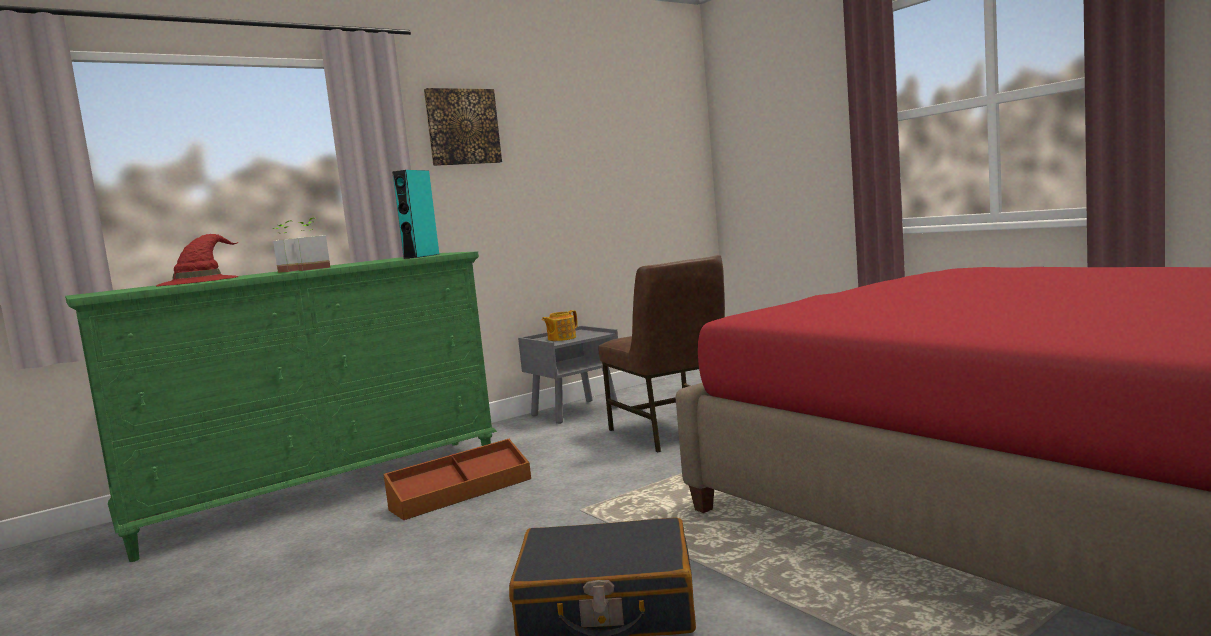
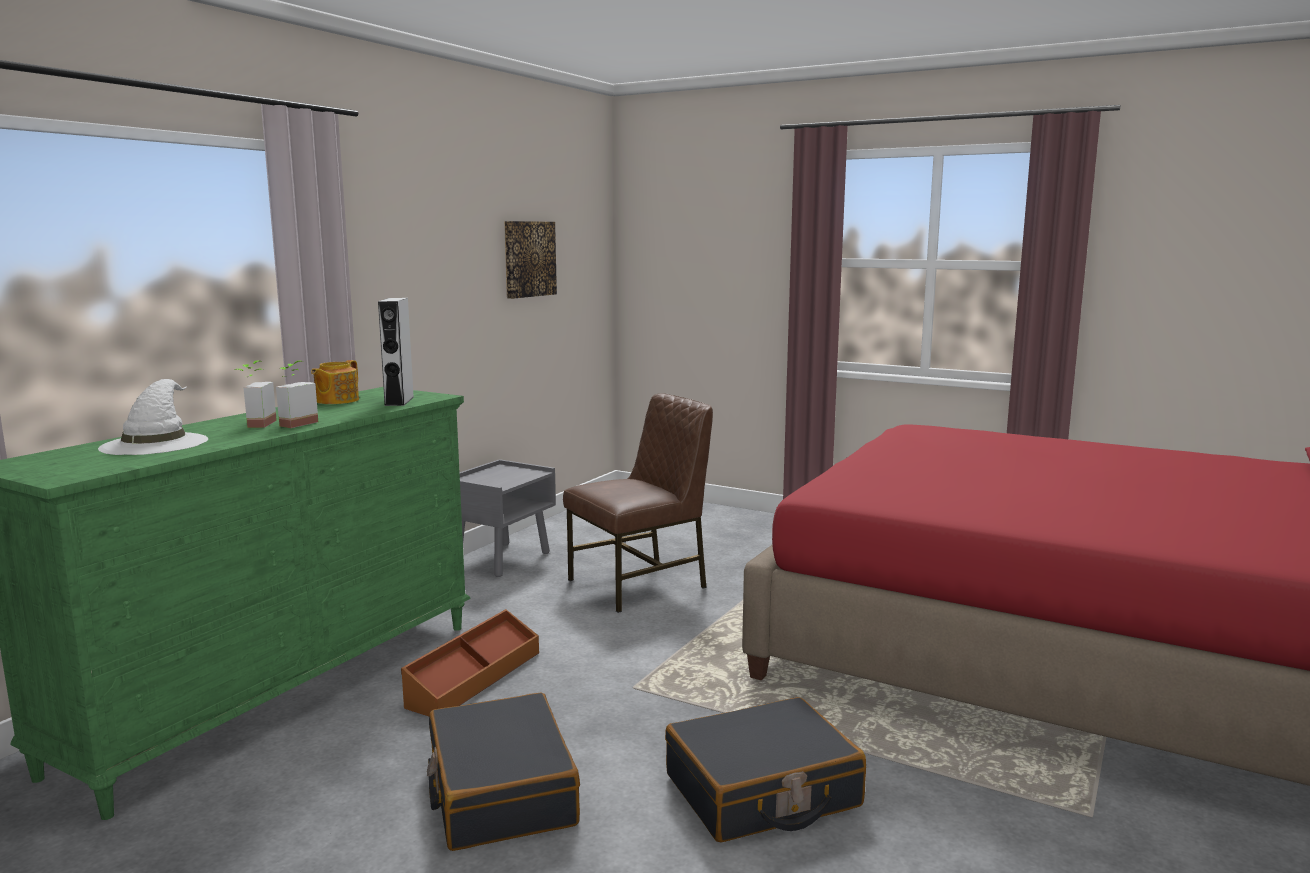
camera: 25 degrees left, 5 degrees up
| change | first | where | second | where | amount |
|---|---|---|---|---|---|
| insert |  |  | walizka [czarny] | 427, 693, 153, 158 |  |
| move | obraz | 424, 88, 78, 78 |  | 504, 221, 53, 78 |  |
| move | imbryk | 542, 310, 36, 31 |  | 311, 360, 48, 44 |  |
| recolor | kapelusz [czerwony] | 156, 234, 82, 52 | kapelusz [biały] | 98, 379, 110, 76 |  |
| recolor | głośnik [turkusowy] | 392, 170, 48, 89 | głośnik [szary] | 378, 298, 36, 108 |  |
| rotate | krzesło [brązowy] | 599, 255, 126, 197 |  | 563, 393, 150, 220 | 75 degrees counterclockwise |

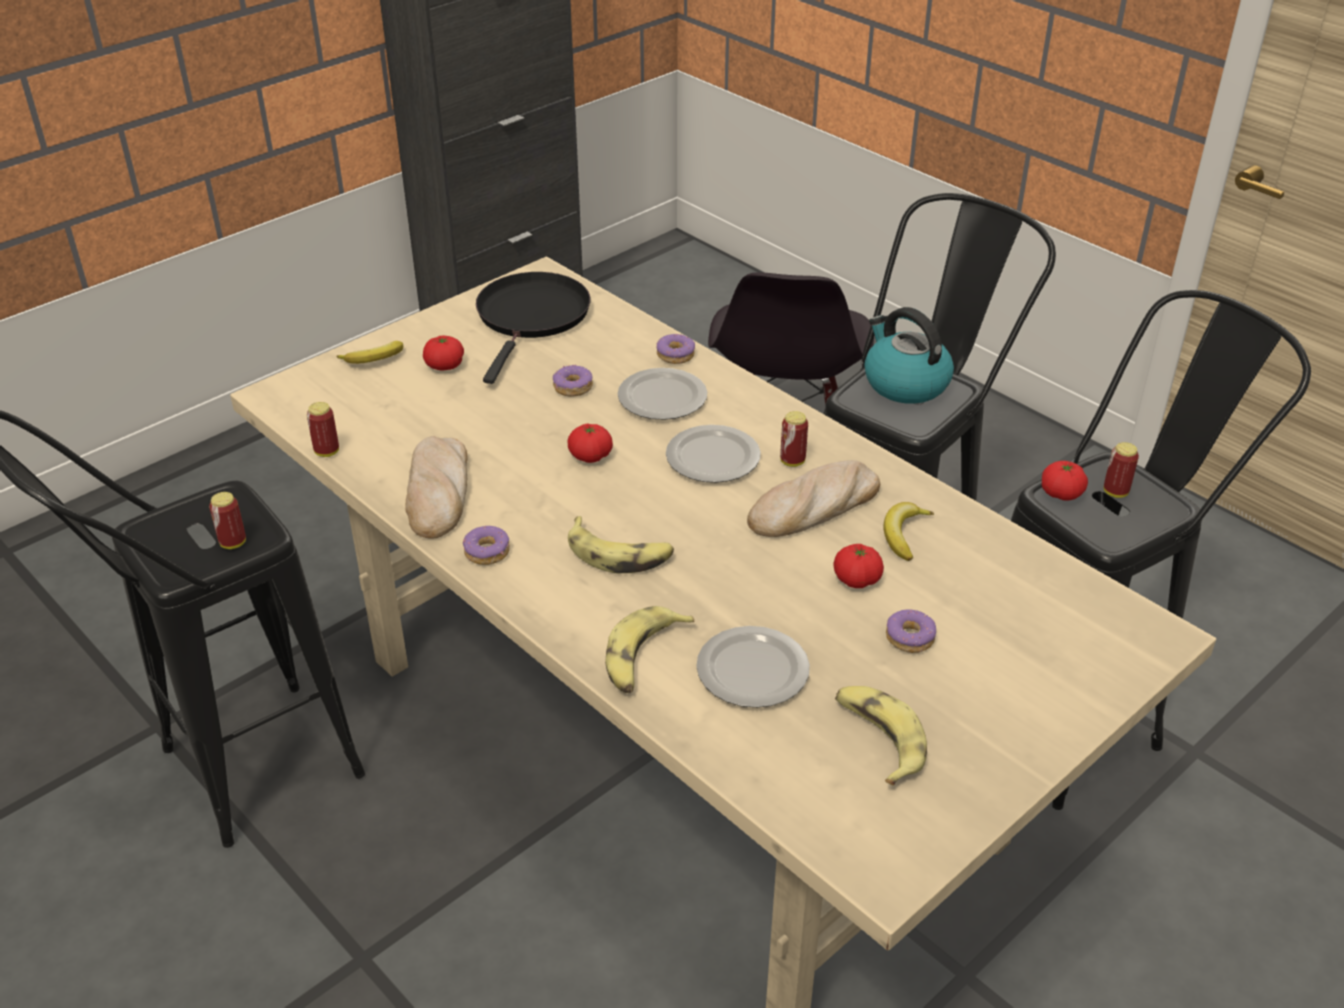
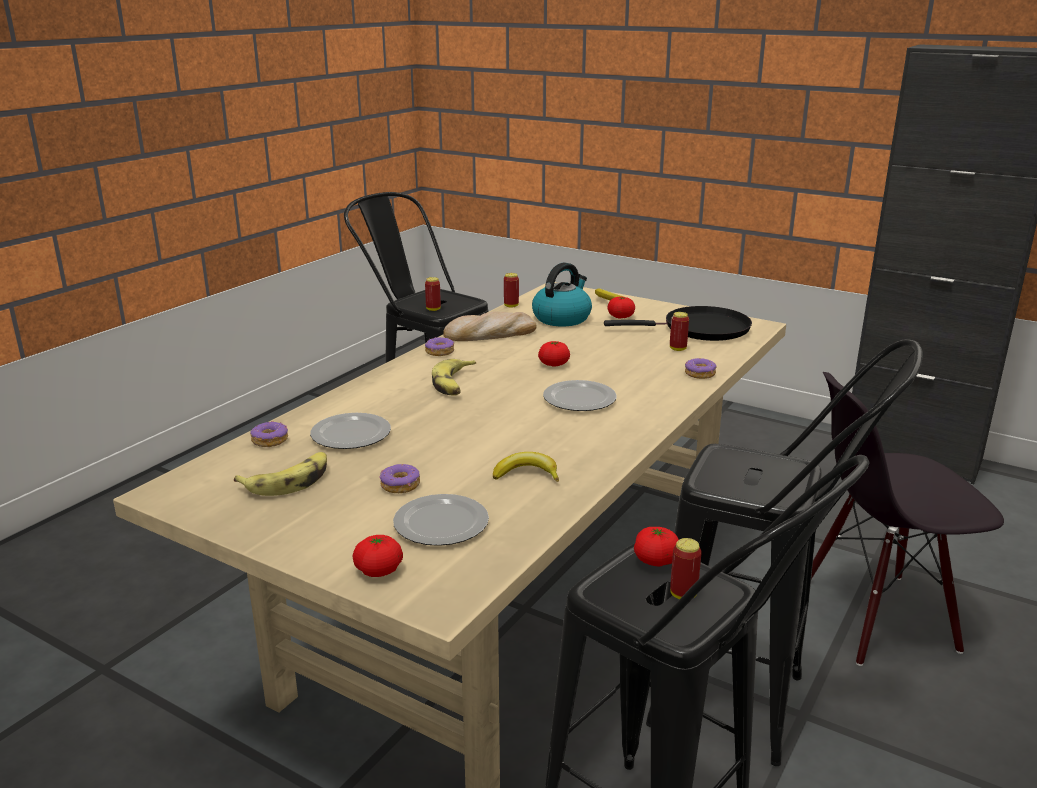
camera: 75 degrees right, 15 degrees down
| change | first | where | second | where | amount |
|---|---|---|---|---|---|
| delete | banan | 605, 606, 90, 87 |  |  |  |
| delete | chleb | 747, 460, 133, 77 |  |  |  |
| move | donut | 553, 365, 40, 32 |  | 250, 421, 38, 26 |  |
| move | talerz | 618, 368, 89, 52 |  | 393, 494, 96, 52 |  |
| move | puszka | 780, 411, 28, 56 |  | 670, 312, 19, 39 |  |
| move | pomidor | 833, 544, 51, 44 |  | 353, 535, 50, 42 |  |
| move | czajnik | 865, 307, 89, 97 |  | 532, 263, 60, 63 |  |

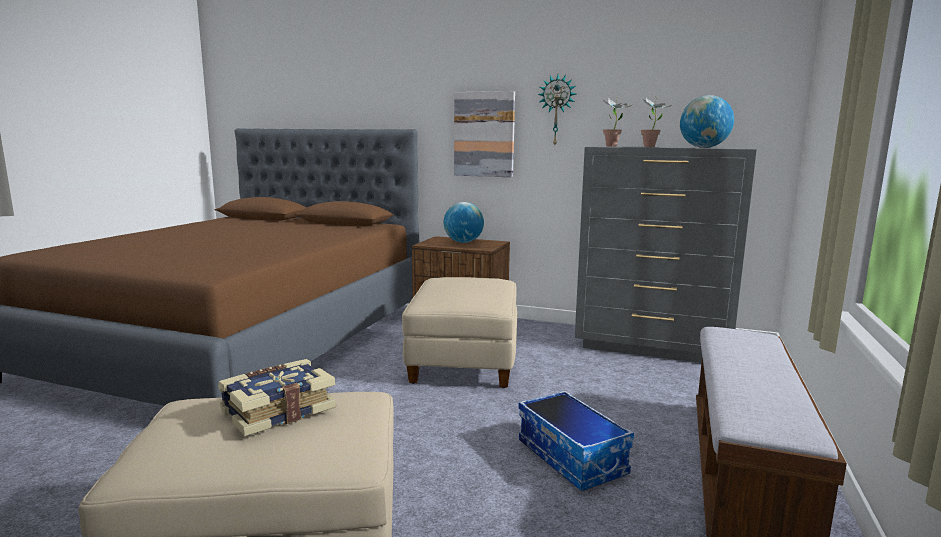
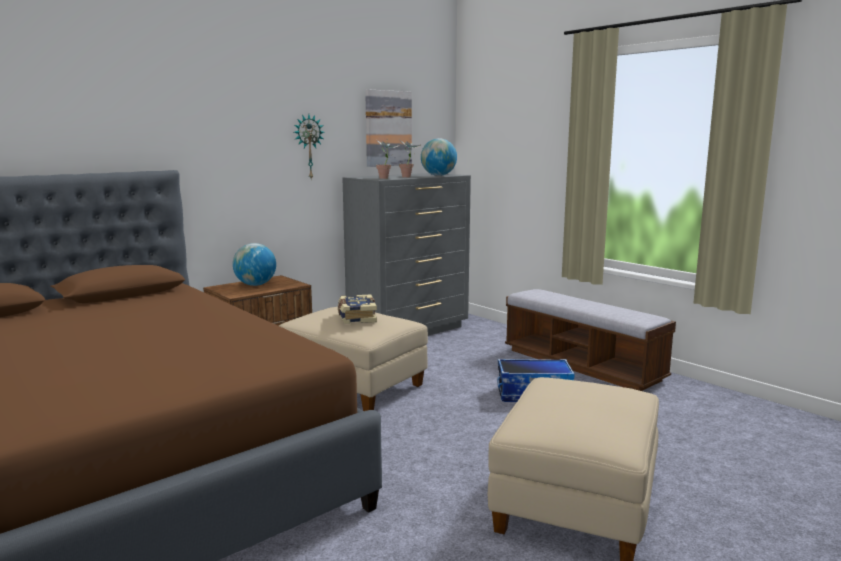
camera: 60 degrees left, 0 degrees up
| change | first | where | second | where | amount |
|---|---|---|---|---|---|
| move | książka | 218, 359, 118, 77 |  | 338, 294, 39, 30 |  |
| move | obraz | 454, 91, 61, 86 |  | 365, 89, 47, 78 |  |

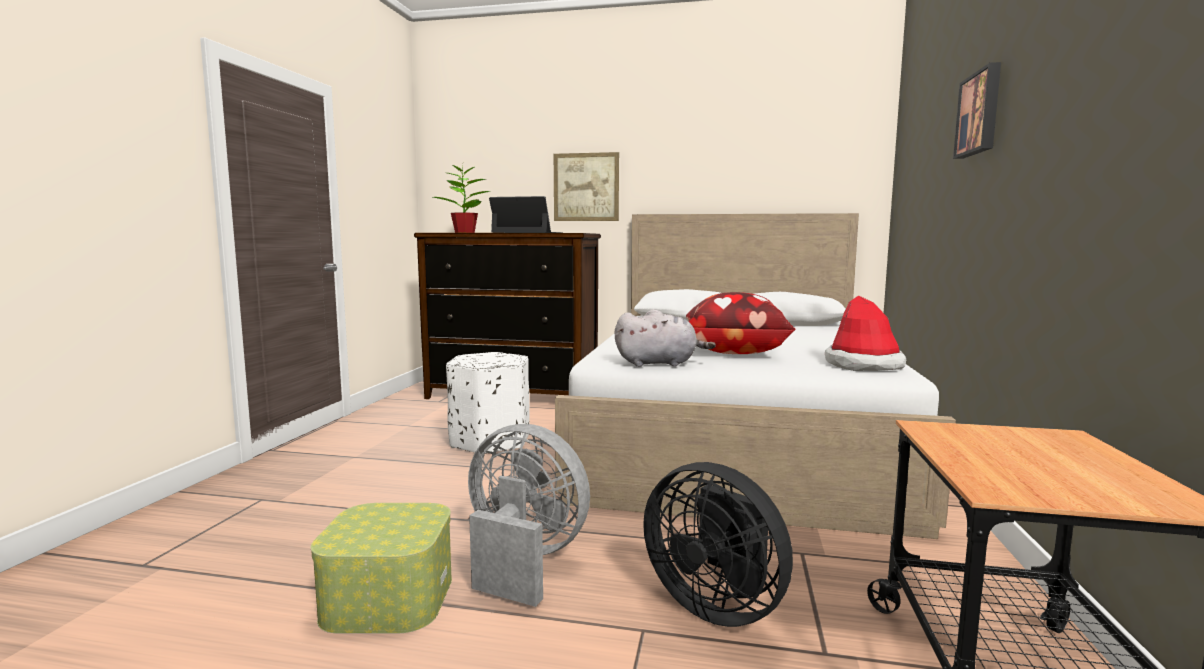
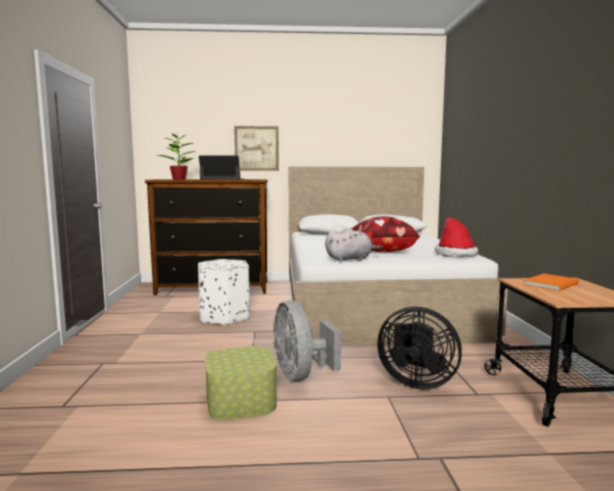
camera: 15 degrees left, 0 degrees up
| change | first | where | second | where | amount |
|---|---|---|---|---|---|
| delete | obraz | 953, 62, 48, 97 |  |  |  |
| insert |  |  | książka [pomarańczowy] | 523, 274, 56, 17 |  |
| rotate | wentylator [szary] | 468, 424, 122, 183 |  | 273, 301, 68, 81 | 120 degrees counterclockwise |

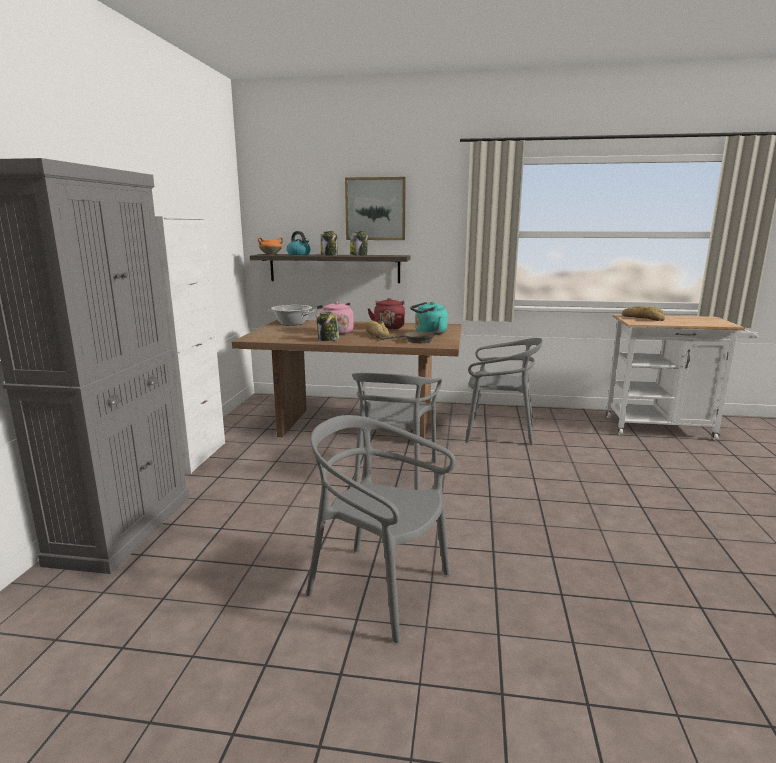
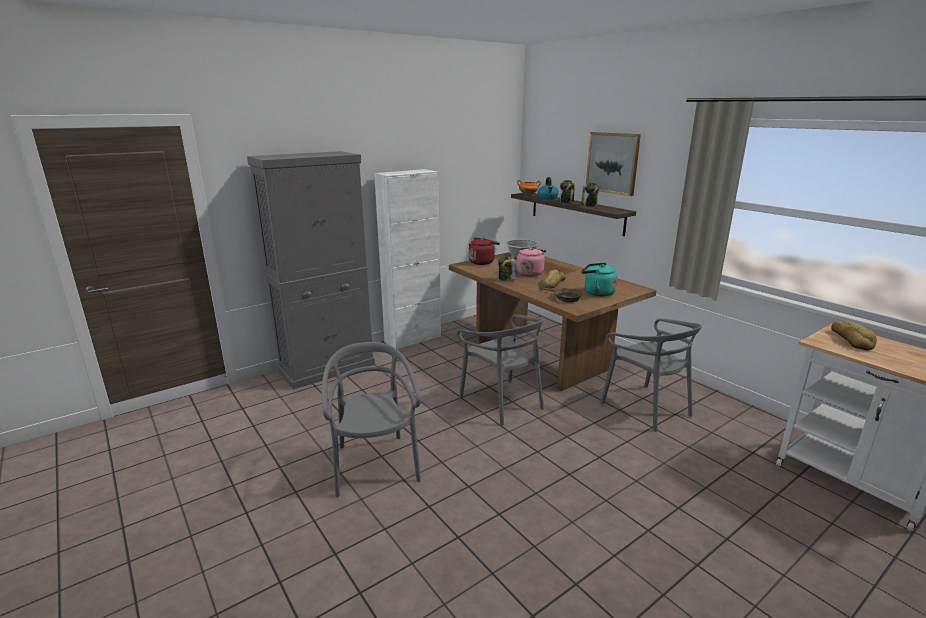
camera: 45 degrees right, 5 degrees up
| change | first | where | second | where | amount |
|---|---|---|---|---|---|
| move | czajnik [czerwony] | 367, 298, 38, 32 |  | 469, 238, 31, 27 |  |
| rotate | krzesło [szary] | 352, 373, 90, 117 |  | 457, 314, 87, 112 | 90 degrees counterclockwise |

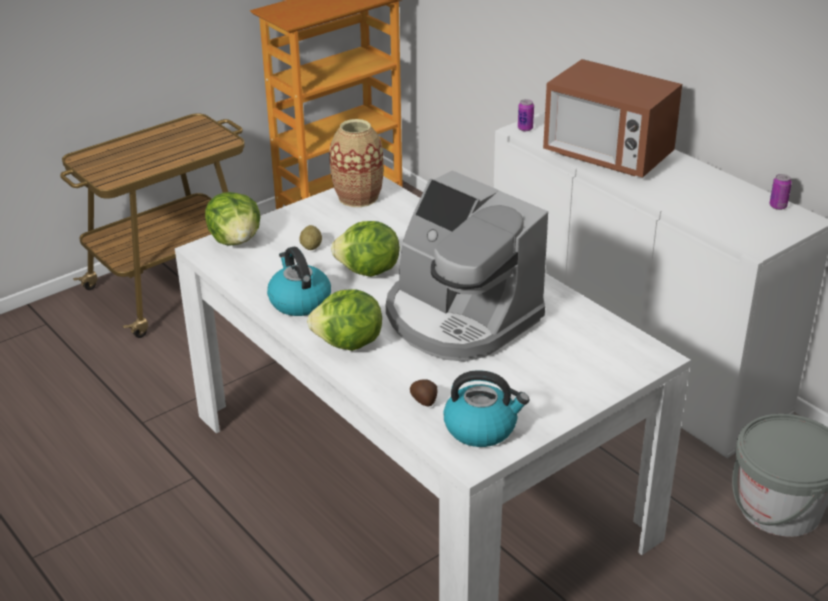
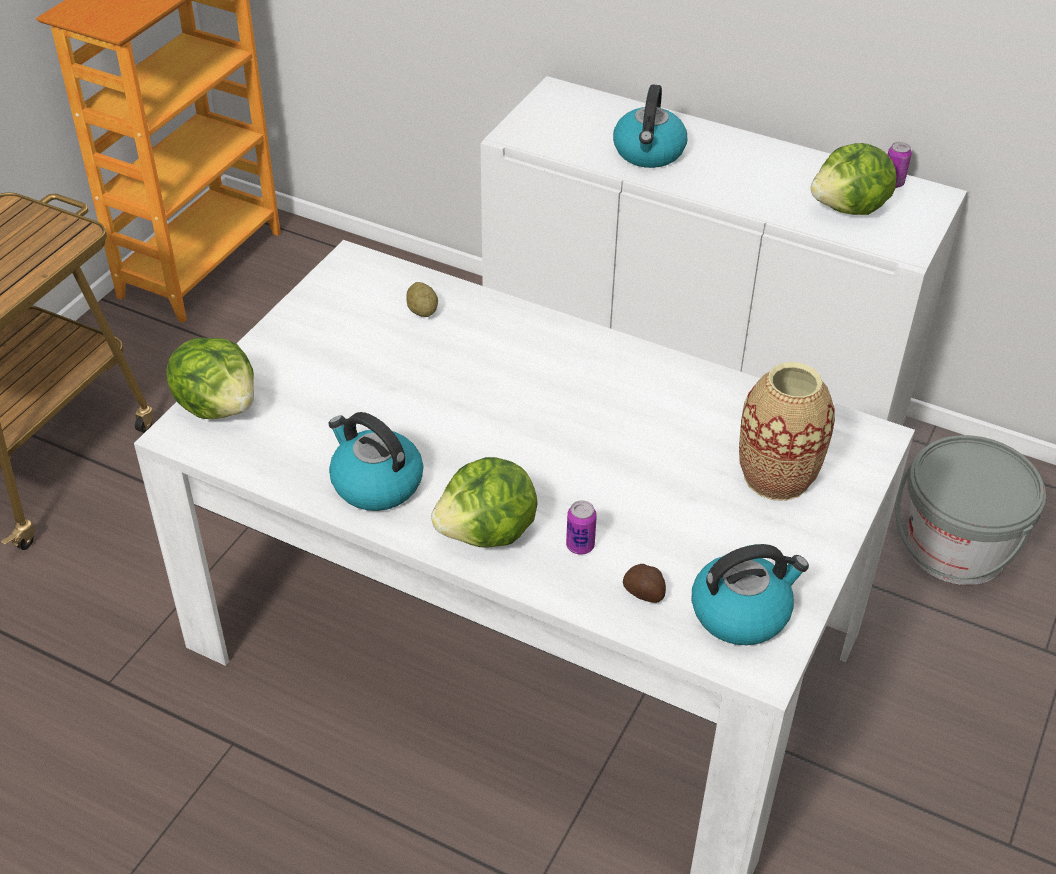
camera: 25 degrees left, 10 degrees up
| change | first | where | second | where | amount |
|---|---|---|---|---|---|
| delete | ekspres do kawy | 386, 170, 162, 192 |  |  |  |
| move | ziemniak | 299, 225, 23, 25 |  | 406, 282, 32, 35 |  |
| move | wazon | 329, 119, 55, 88 |  | 739, 362, 96, 139 |  |
| move | sałata | 331, 221, 69, 56 |  | 811, 143, 86, 72 |  |
| move | puszka | 518, 99, 16, 32 |  | 566, 500, 31, 55 |  |
| replace | mikrofalówka | 543, 59, 139, 119 | czajnik | 613, 84, 74, 84 |  |

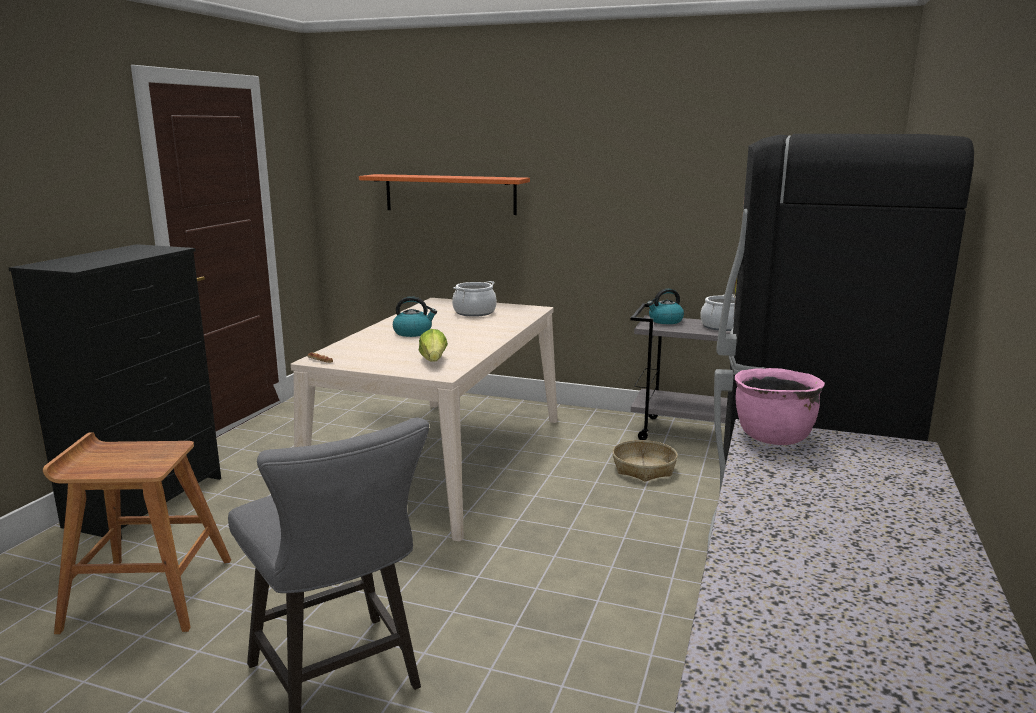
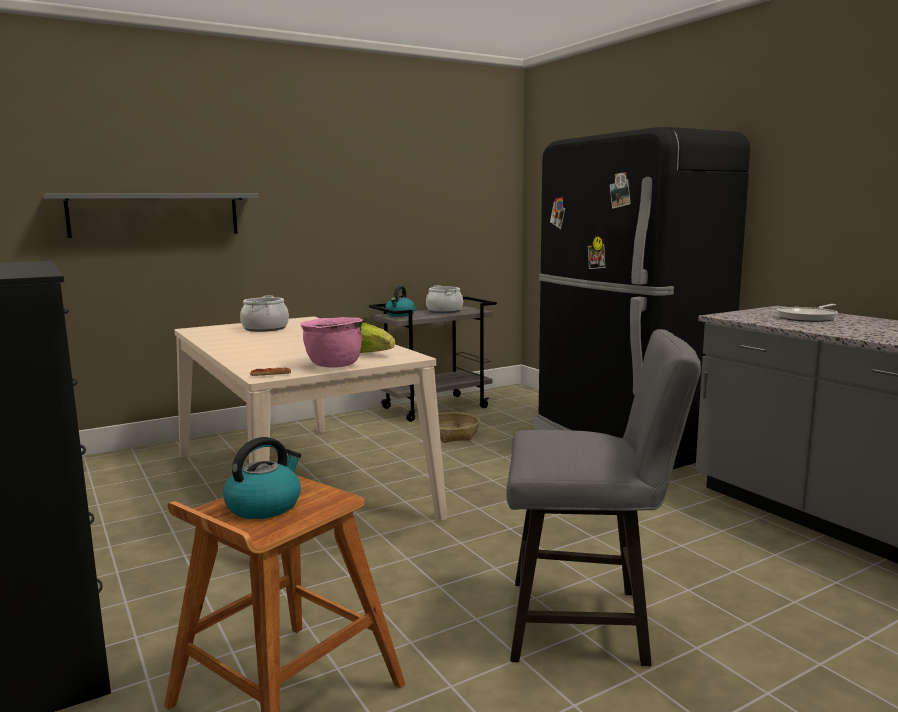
camera: 50 degrees left, 5 degrees down
| change | first | where | second | where | amount |
|---|---|---|---|---|---|
| insert |  |  | patelnia | 777, 304, 61, 18 |  |
| move | czajnik | 393, 296, 44, 41 |  | 223, 437, 78, 82 |  |
| move | garnek [różowy] | 735, 368, 90, 77 |  | 300, 317, 63, 50 |  |
| recolor | półka [pomarańczowy] | 359, 174, 171, 41 | półka [szary] | 44, 193, 215, 45 |  |

